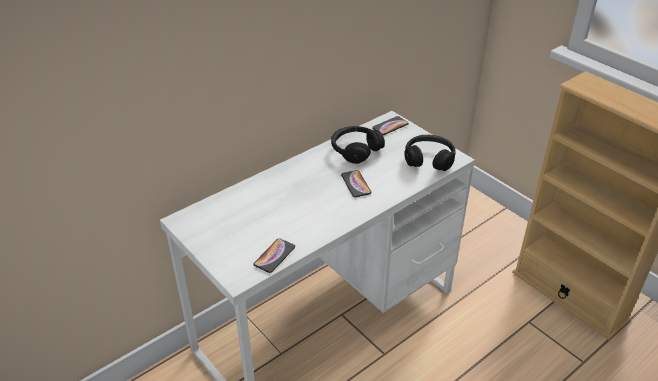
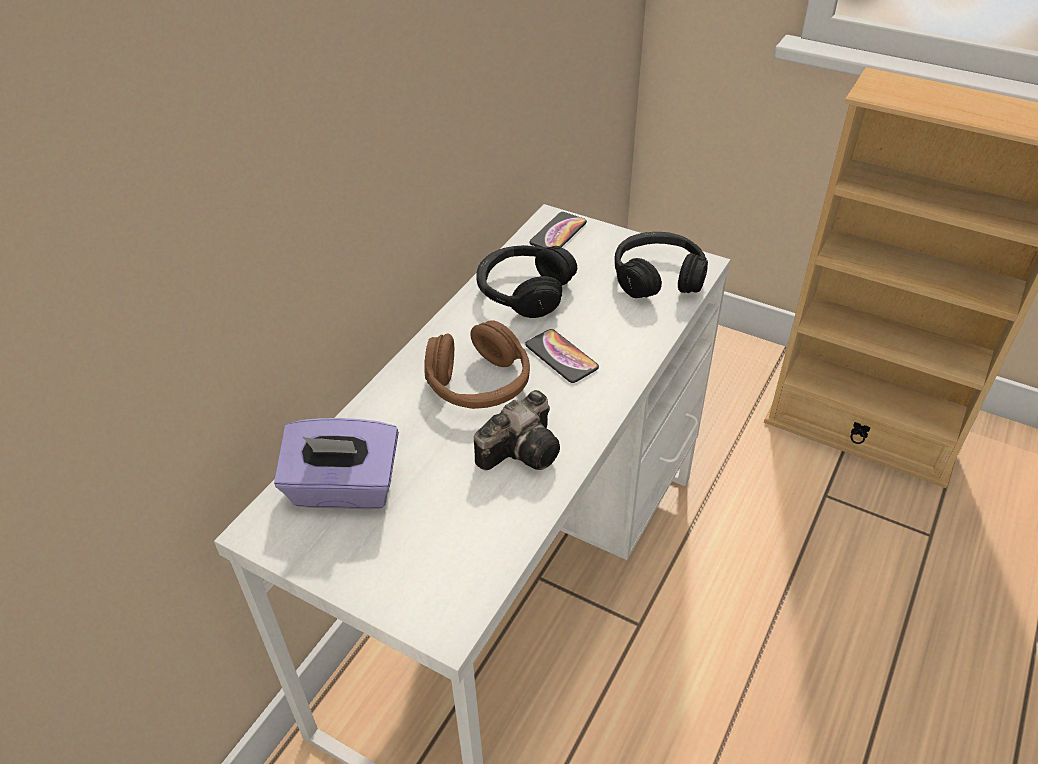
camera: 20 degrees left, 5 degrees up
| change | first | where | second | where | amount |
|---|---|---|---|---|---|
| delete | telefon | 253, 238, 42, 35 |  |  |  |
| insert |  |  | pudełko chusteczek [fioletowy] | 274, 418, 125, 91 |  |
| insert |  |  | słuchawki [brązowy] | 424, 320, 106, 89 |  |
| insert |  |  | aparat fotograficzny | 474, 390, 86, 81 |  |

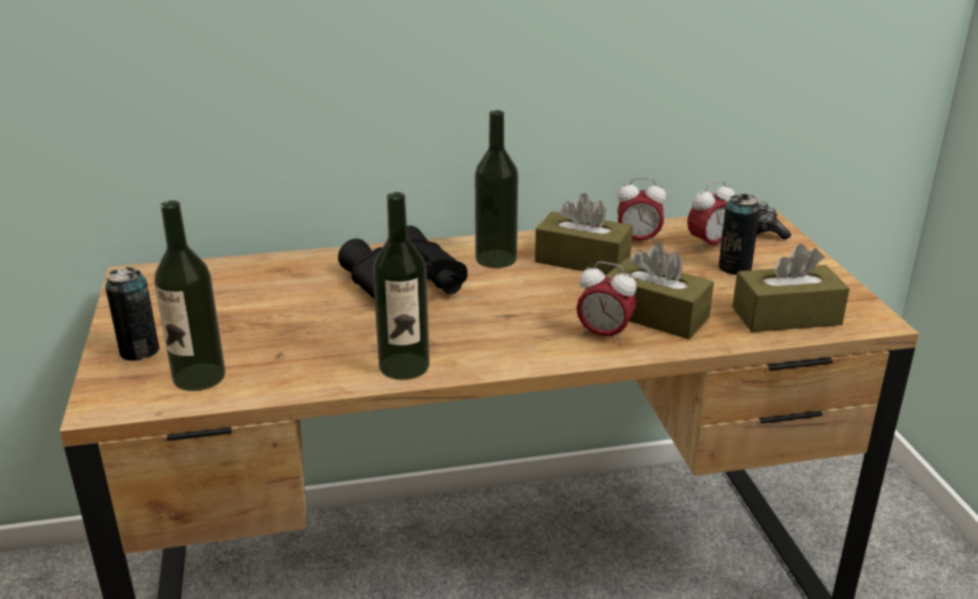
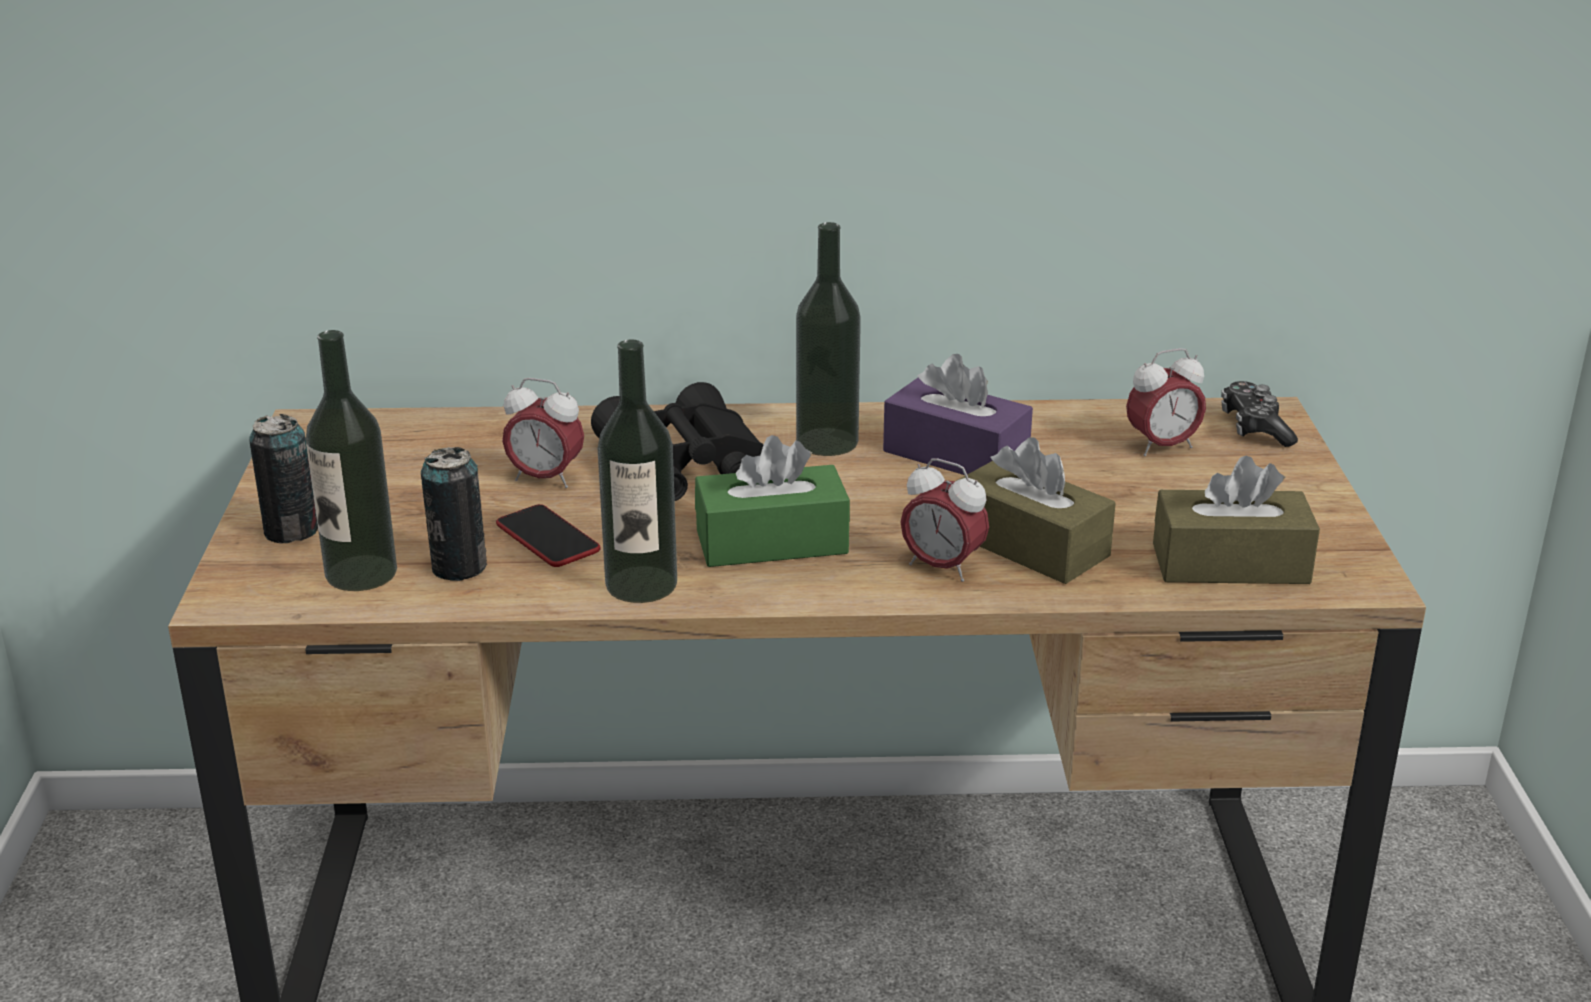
camera: 10 degrees right, 0 degrees up
| change | first | where | second | where | amount |
|---|---|---|---|---|---|
| insert |  |  | telefon | 496, 504, 105, 63 |  |
| insert |  |  | pudełko chusteczek [zielony] | 695, 435, 155, 132 |  |
| move | budzik | 617, 178, 49, 66 |  | 502, 378, 82, 110 |  |
| move | puszka | 719, 194, 41, 81 |  | 421, 447, 66, 134 |  |
| recolor | pudełko chusteczek [brązowy] | 535, 193, 98, 83 | pudełko chusteczek [fioletowy] | 883, 354, 150, 121 |  |

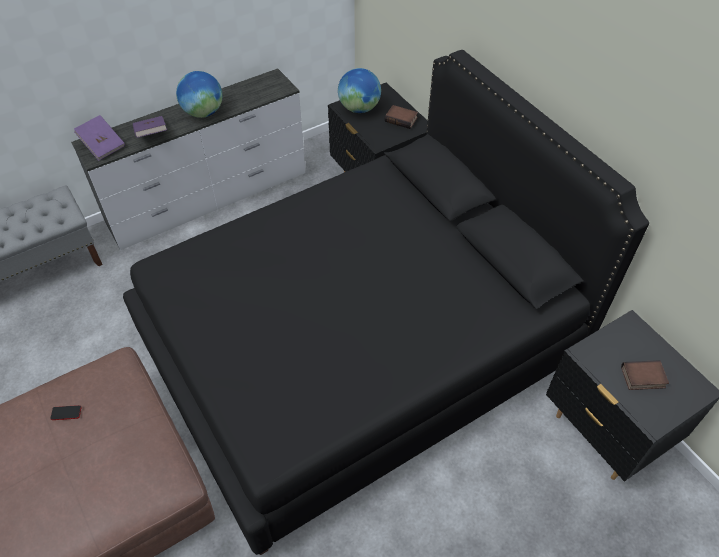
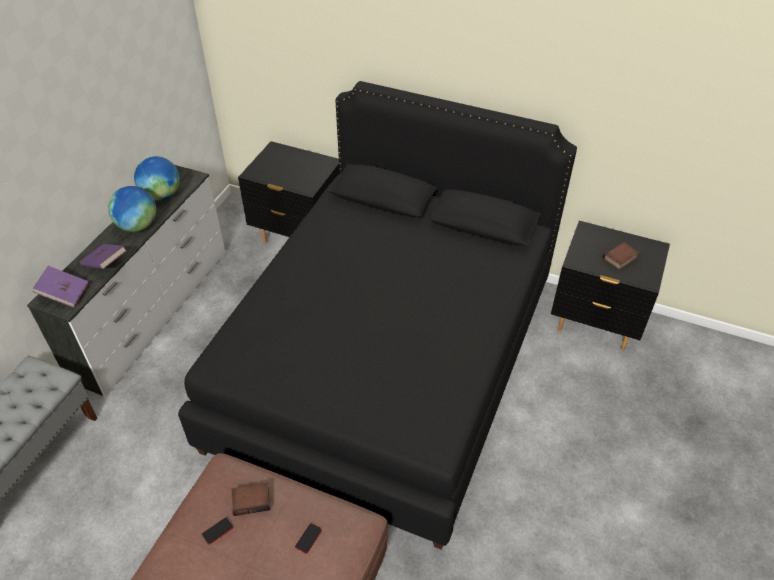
camera: 35 degrees left, 5 degrees down
| change | first | where | second | where | amount |
|---|---|---|---|---|---|
| insert |  |  | telefon | 295, 523, 27, 31 |  |
| move | globus | 338, 68, 43, 45 |  | 134, 156, 46, 44 |  |
| move | książka | 385, 105, 33, 24 |  | 232, 483, 38, 33 |  |

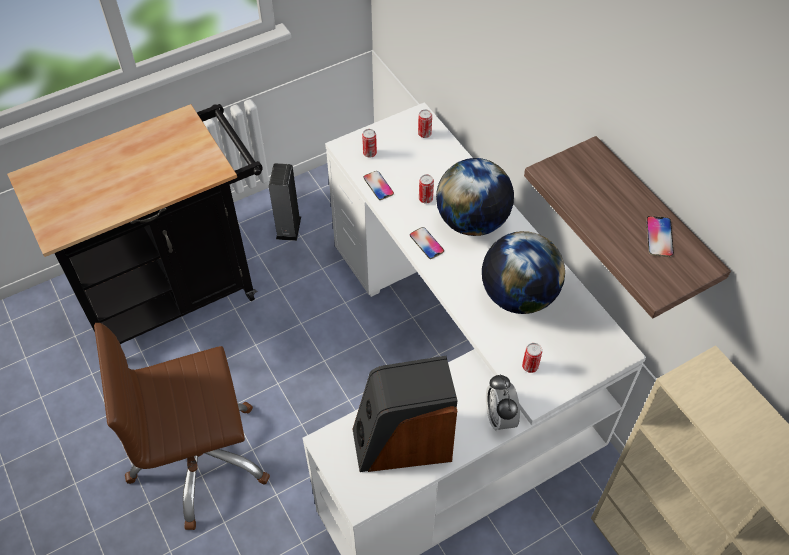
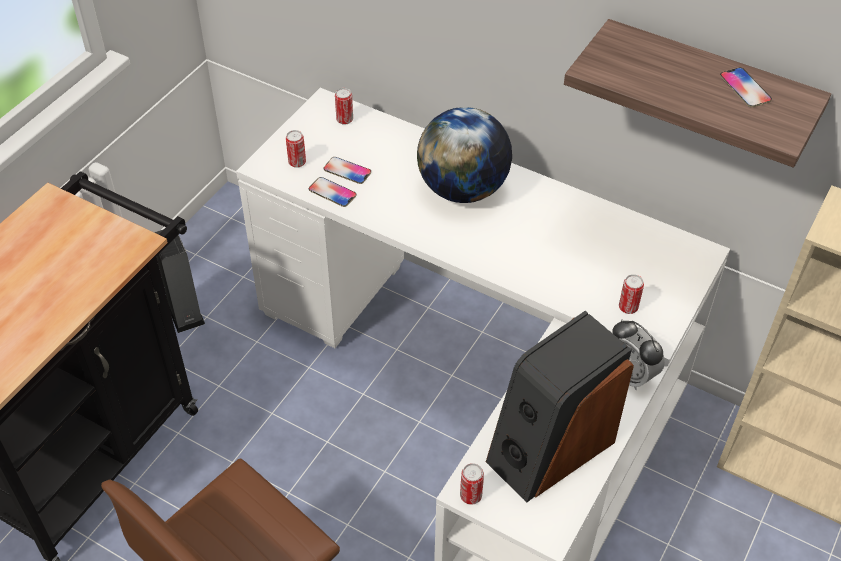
camera: 30 degrees left, 5 degrees down
| change | first | where | second | where | amount |
|---|---|---|---|---|---|
| delete | globus | 482, 231, 83, 83 |  |  |  |
| move | telefon | 410, 227, 34, 32 |  | 324, 157, 47, 27 |  |
| move | puszka | 419, 174, 15, 30 |  | 460, 463, 24, 41 |  |

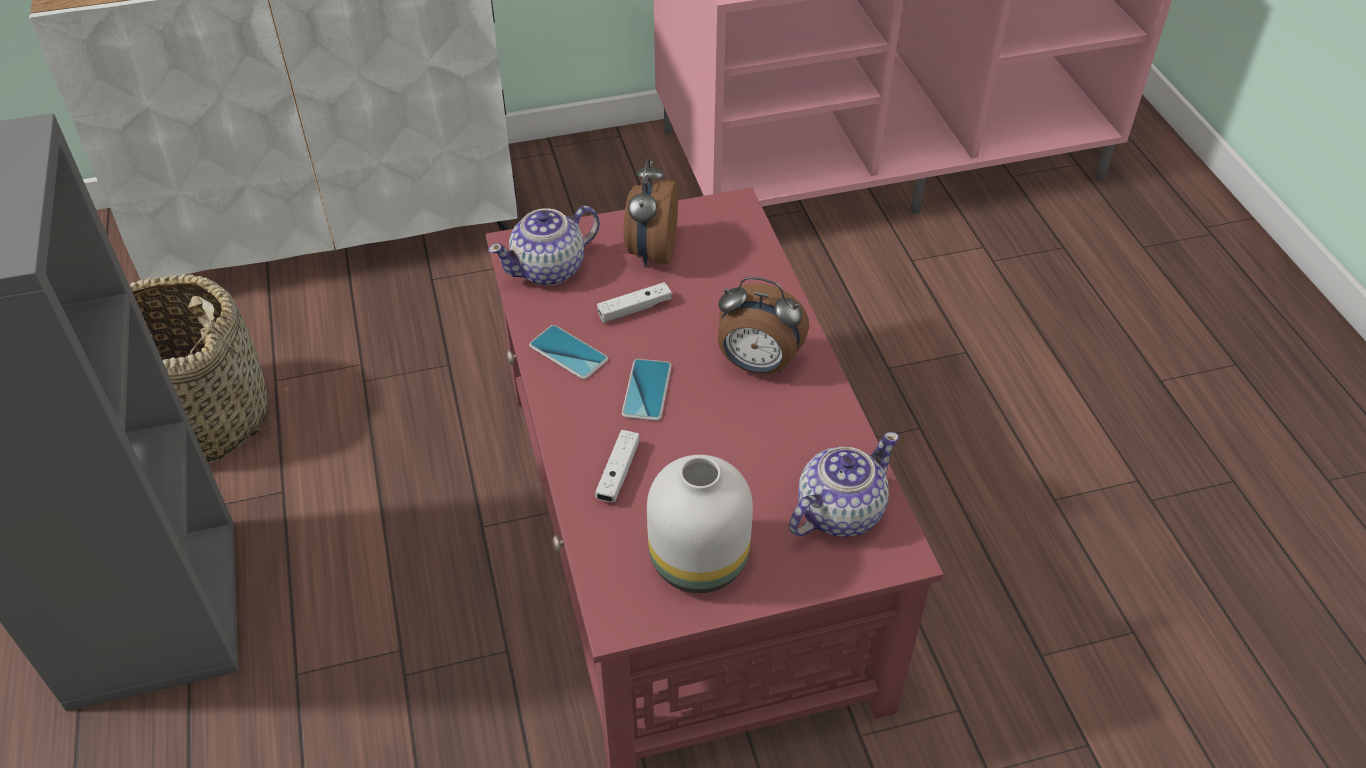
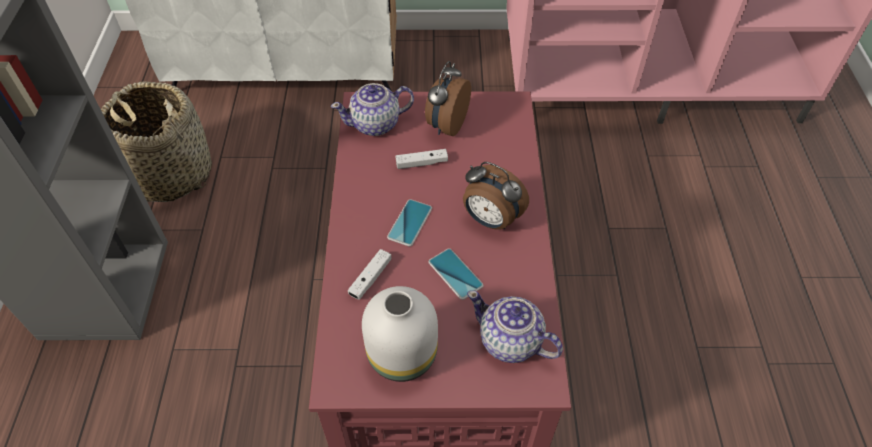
camera: 15 degrees right, 5 degrees up
| change | first | where | second | where | amount |
|---|---|---|---|---|---|
| move | telefon | 529, 325, 79, 54 |  | 428, 248, 56, 52 |  |
| rotate | imbryk | 789, 432, 110, 105 |  | 467, 290, 96, 73 | 120 degrees counterclockwise |

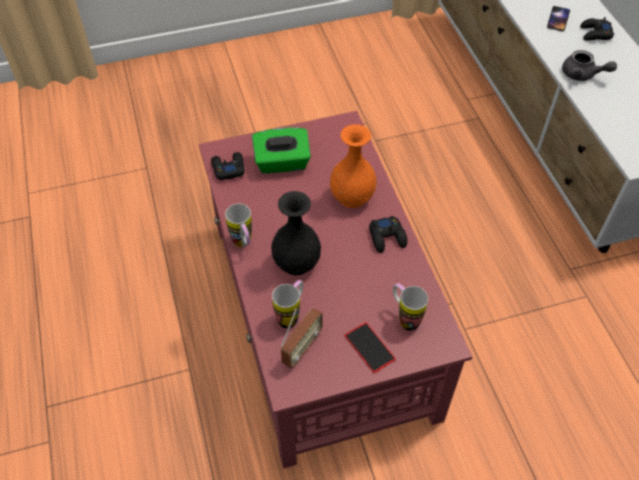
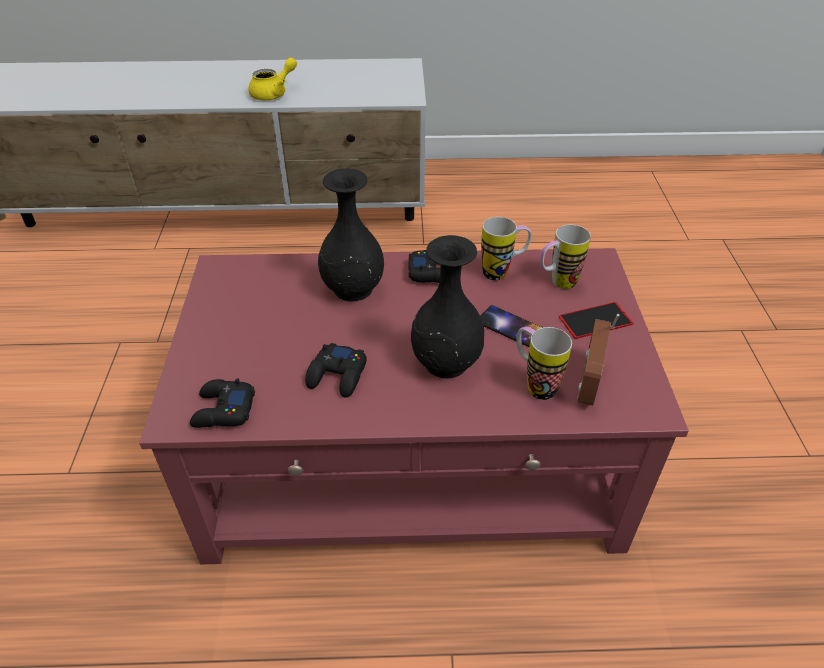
camera: 75 degrees left, 10 degrees down
| change | first | where | second | where | amount |
|---|---|---|---|---|---|
| delete | pudełko chusteczek [zielony] | 252, 127, 59, 47 |  |  |  |
| move | kubek | 225, 204, 27, 43 |  | 481, 217, 50, 64 |  |
| move | telefon | 547, 6, 23, 25 |  | 480, 305, 63, 42 |  |
| move | pad do gier [czarny] | 580, 17, 34, 24 |  | 305, 343, 62, 55 |  |
| recolor | wazon [pomarańczowy] | 330, 124, 46, 84 | wazon [czarny] | 318, 168, 66, 134 |  |
| recolor | imbryk [szary] | 562, 50, 55, 31 | imbryk [żółty] | 248, 57, 49, 43 |  |
| rotate | radio | 281, 308, 42, 60 |  | 577, 314, 42, 91 | 120 degrees counterclockwise |

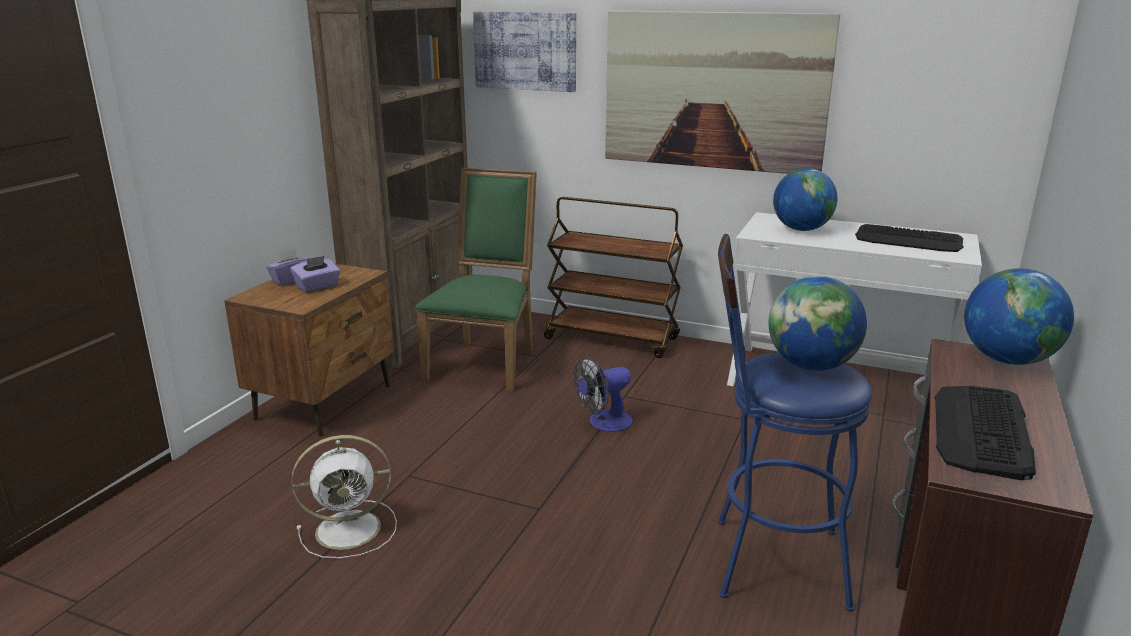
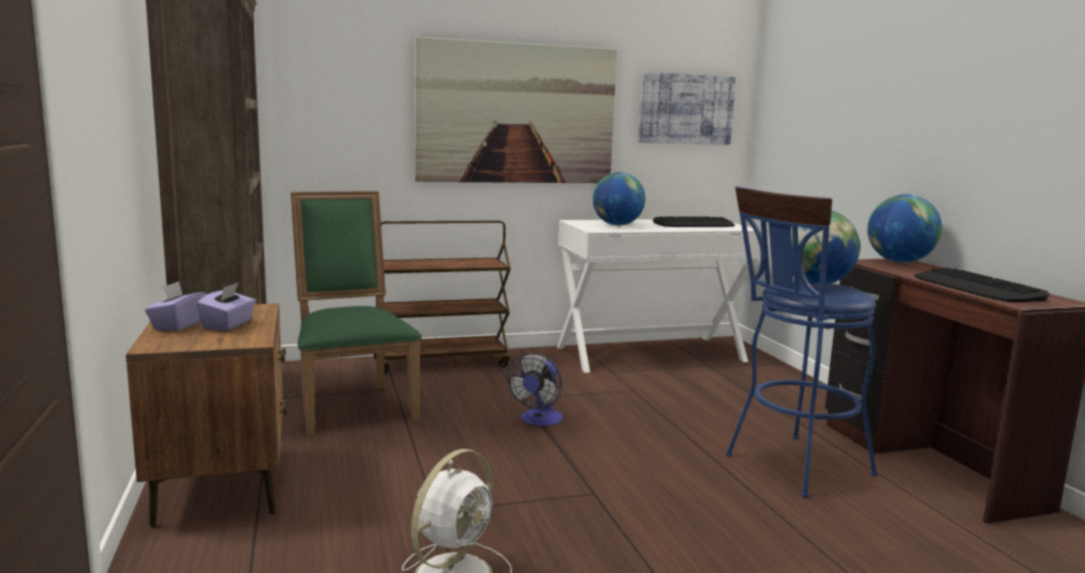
camera: 40 degrees left, 10 degrees down
| change | first | where | second | where | amount |
|---|---|---|---|---|---|
| move | obraz | 473, 11, 103, 81 |  | 638, 72, 98, 73 |  |

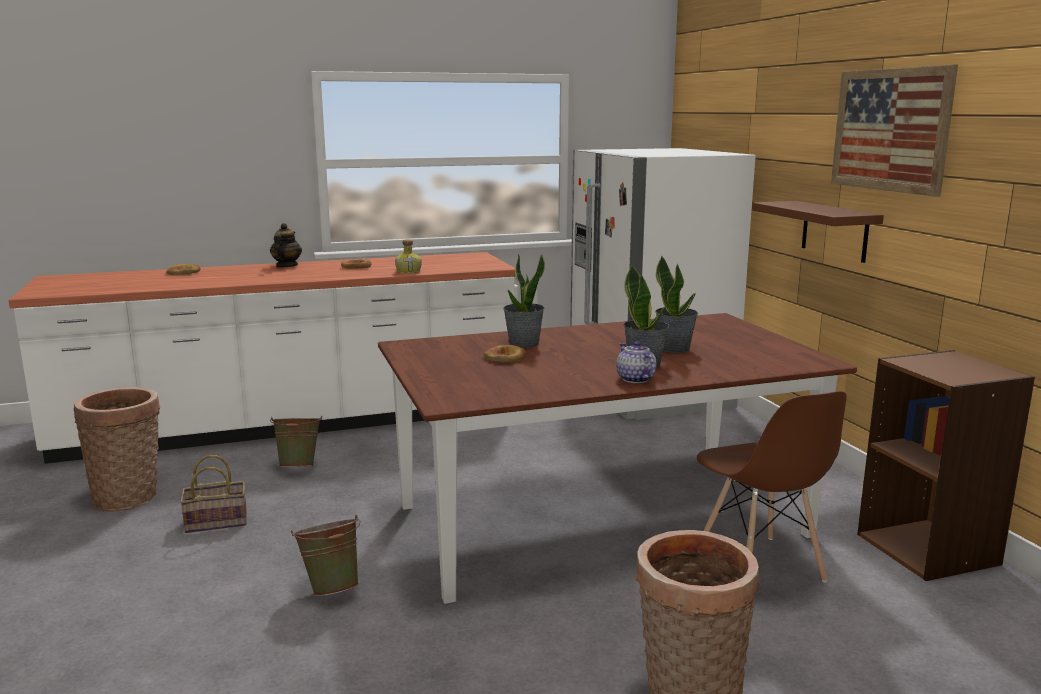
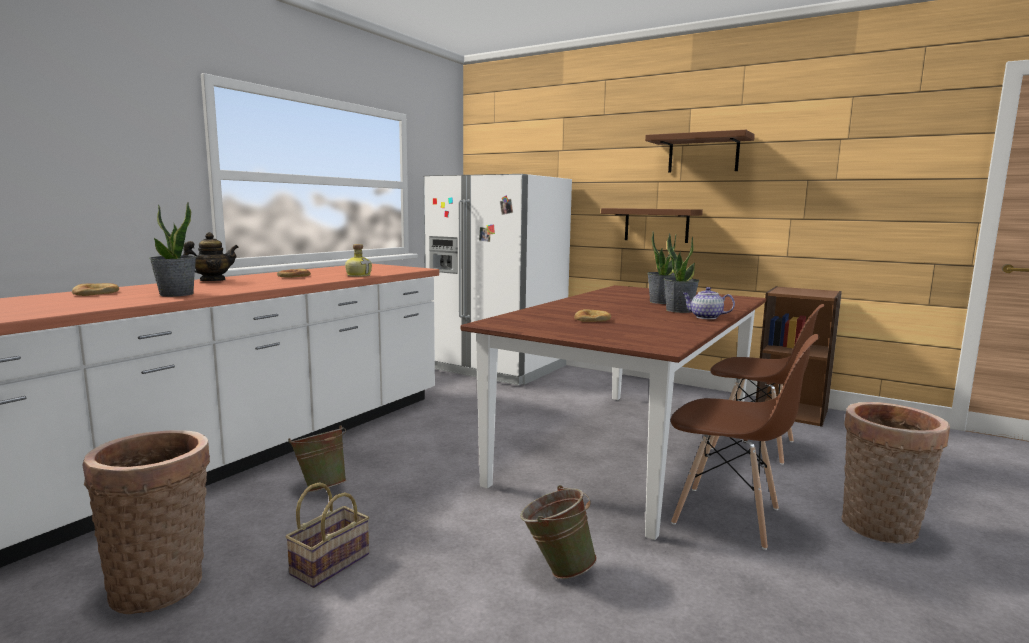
camera: 40 degrees left, 5 degrees down
| change | first | where | second | where | amount |
|---|---|---|---|---|---|
| insert |  |  | krzesło [brązowy] | 671, 334, 149, 216 |  |
| move | roślina doniczkowa | 503, 254, 42, 94 |  | 149, 202, 48, 95 |  |
| replace | obraz | 831, 64, 127, 133 | półka [brązowy] | 645, 130, 110, 43 |  |
| rotate | imbryk | 270, 223, 32, 45 |  | 183, 232, 56, 49 | 90 degrees clockwise |

